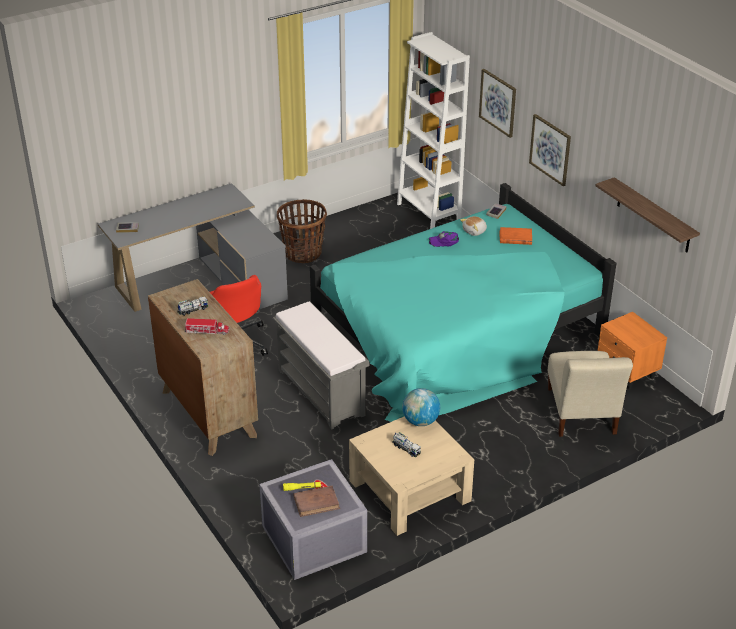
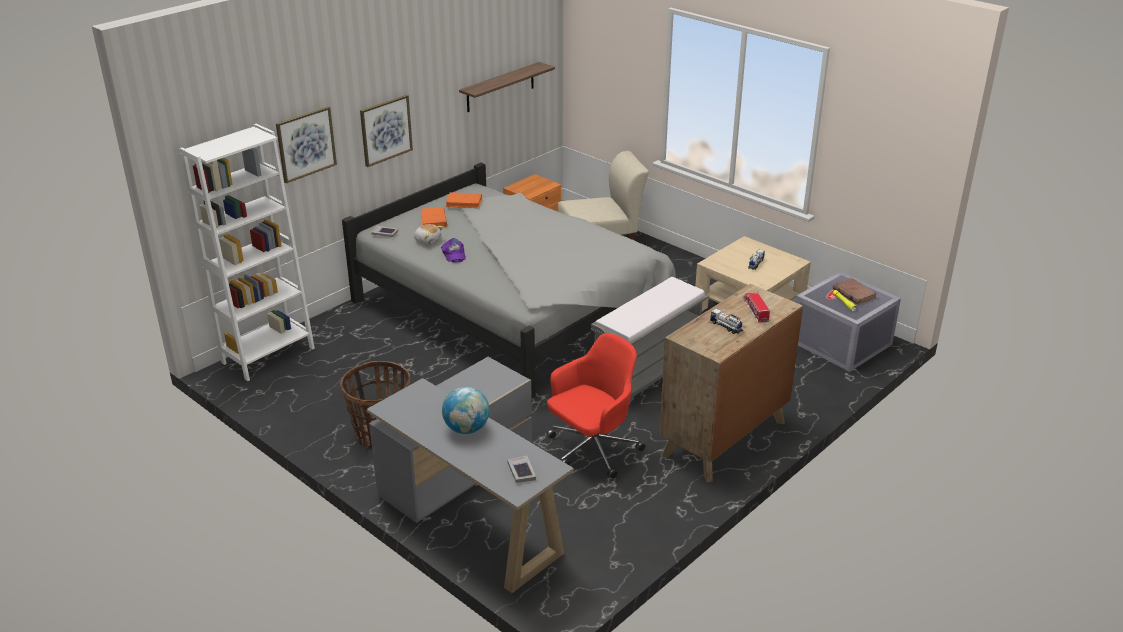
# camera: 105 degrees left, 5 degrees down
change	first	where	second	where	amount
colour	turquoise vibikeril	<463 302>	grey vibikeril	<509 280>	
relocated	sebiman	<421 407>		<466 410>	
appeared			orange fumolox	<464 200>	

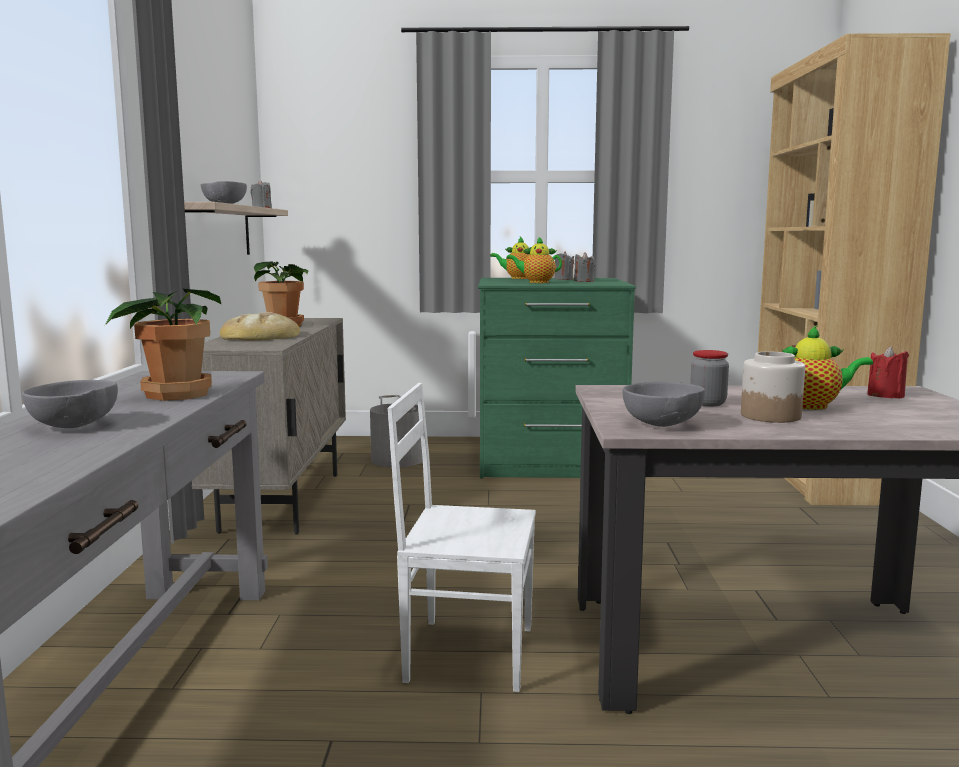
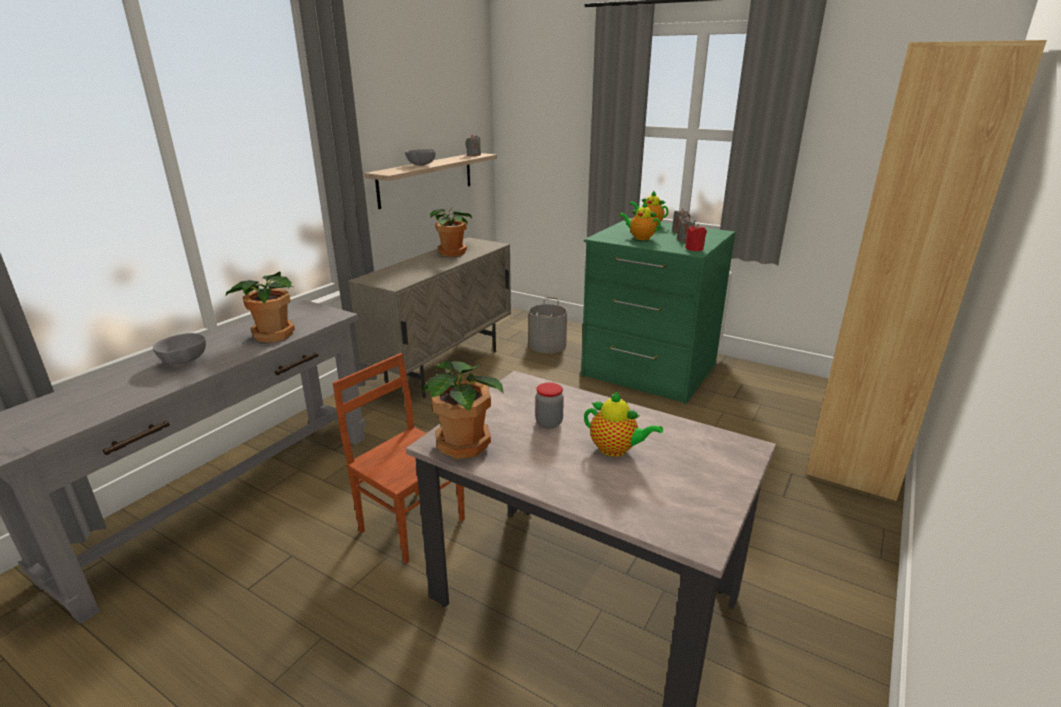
# camera: 30 degrees right, 15 degrees up
change	first	where	second	where	amount
colour	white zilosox	<462 537>	brown zilosox	<399 458>	
exchanged	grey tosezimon	<664 404>	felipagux	<463 409>	
relocated	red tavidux	<888 372>		<696 237>	
missing	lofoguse	<260 326>			
missing	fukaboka	<773 387>			

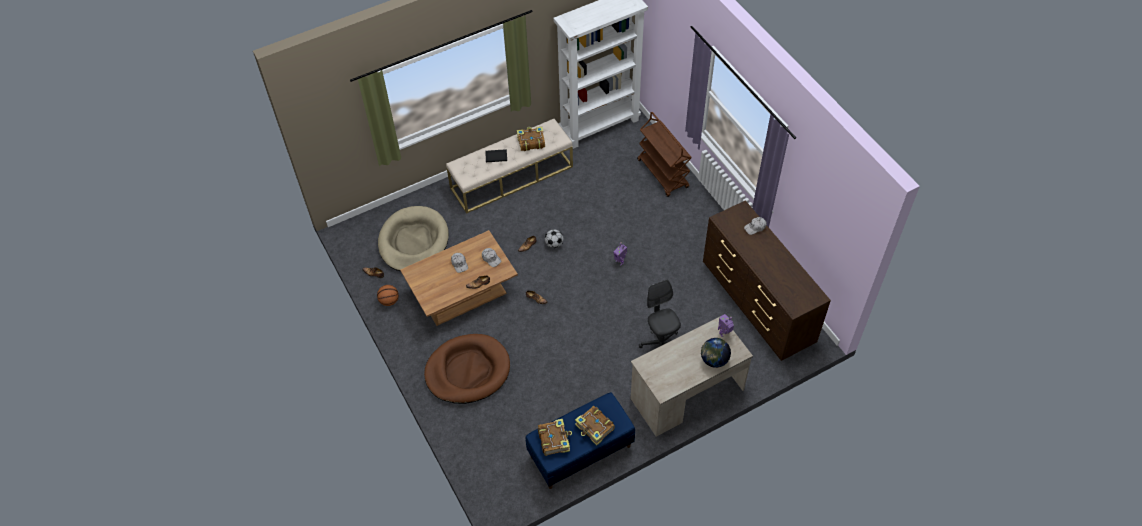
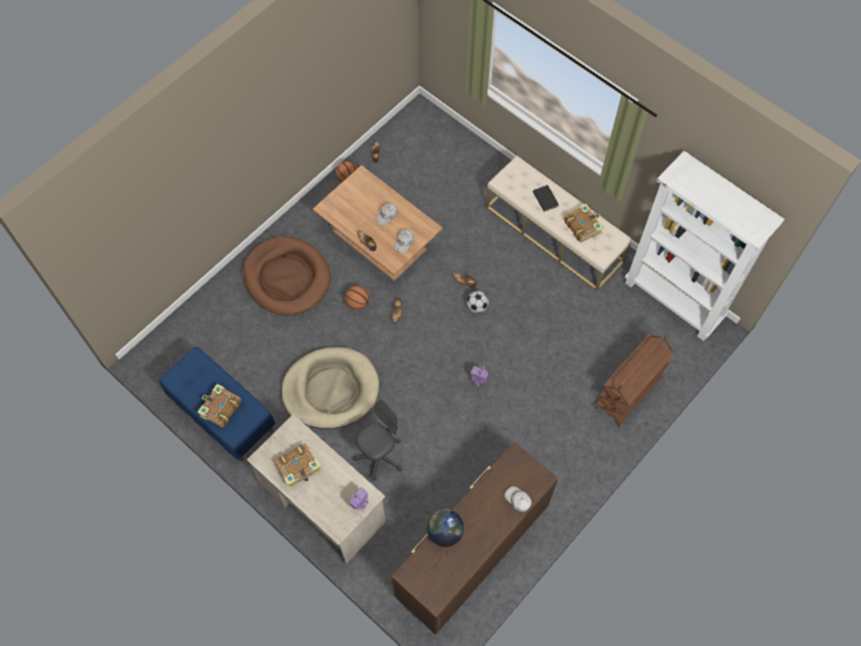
# camera: 70 degrees right, 10 degrees up
change	first	where	second	where	amount
relocated	fumolox	<555 437>		<298 466>	
relocated	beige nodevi	<413 239>		<330 388>	
appeared			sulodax	<357 298>	
relocated	sebiman	<716 353>		<445 528>	

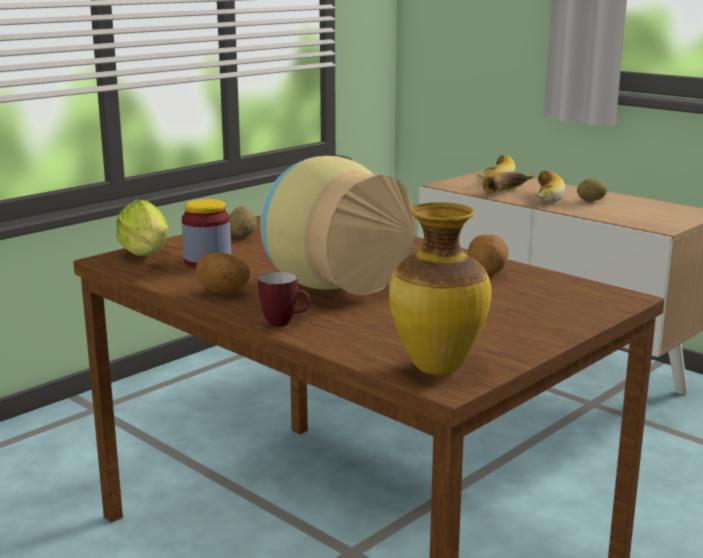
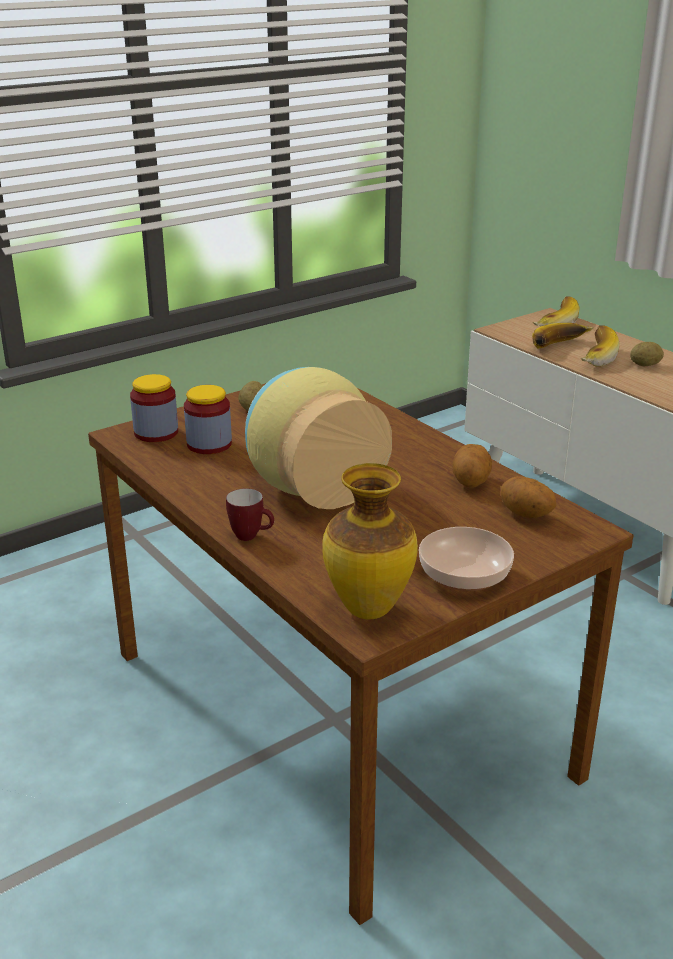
# camera: 10 degrees right, 10 degrees up
change	first	where	second	where	amount
exchanged	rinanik	<142 228>	fukaboka	<154 408>	
appeared			tosezimon	<466 559>	
relocated	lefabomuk	<223 273>		<529 497>	

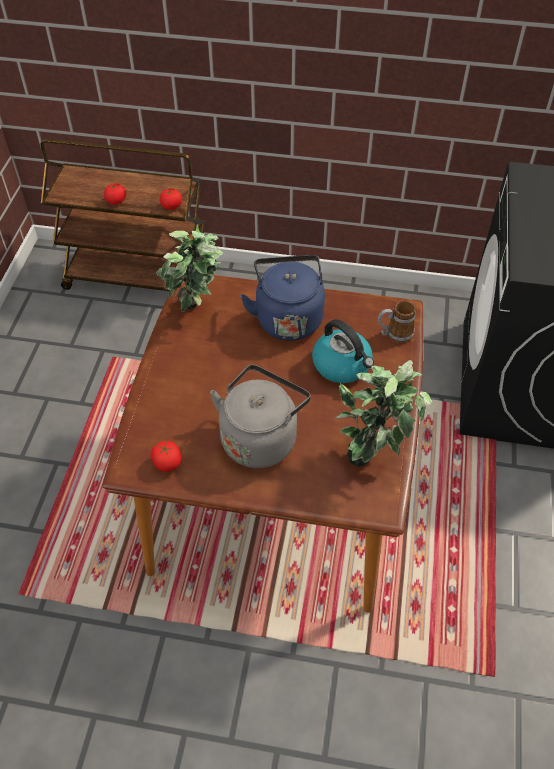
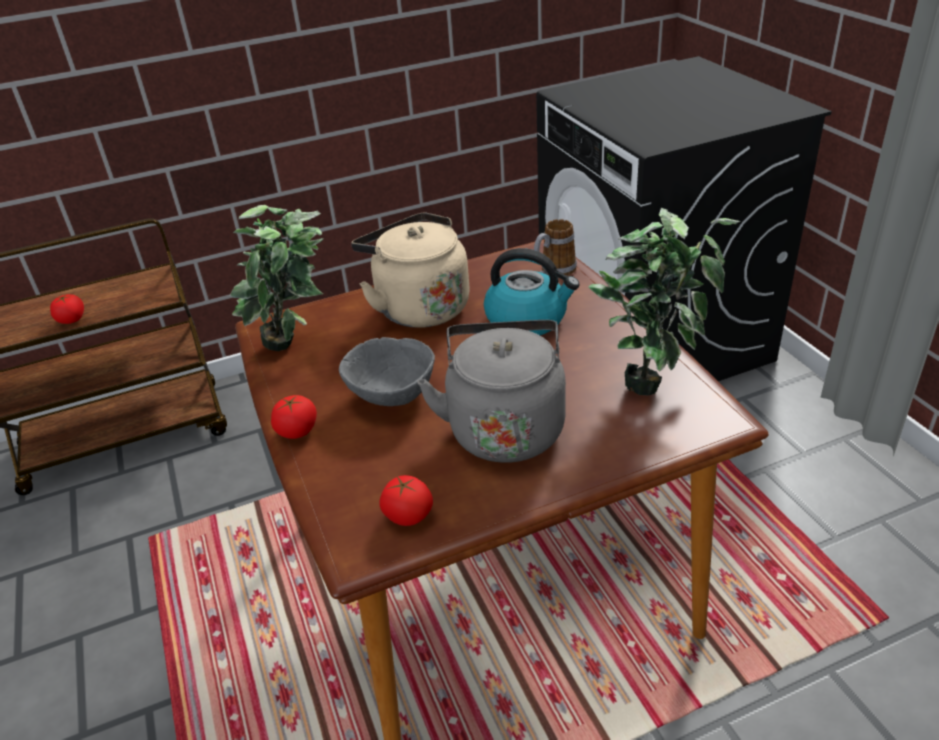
# camera: 30 degrees left, 15 degrees down
change	first	where	second	where	amount
relocated	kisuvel	<170 199>		<294 417>	
appeared			grey tosezimon	<387 371>	
colour	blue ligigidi	<282 298>	beige ligigidi	<410 270>	

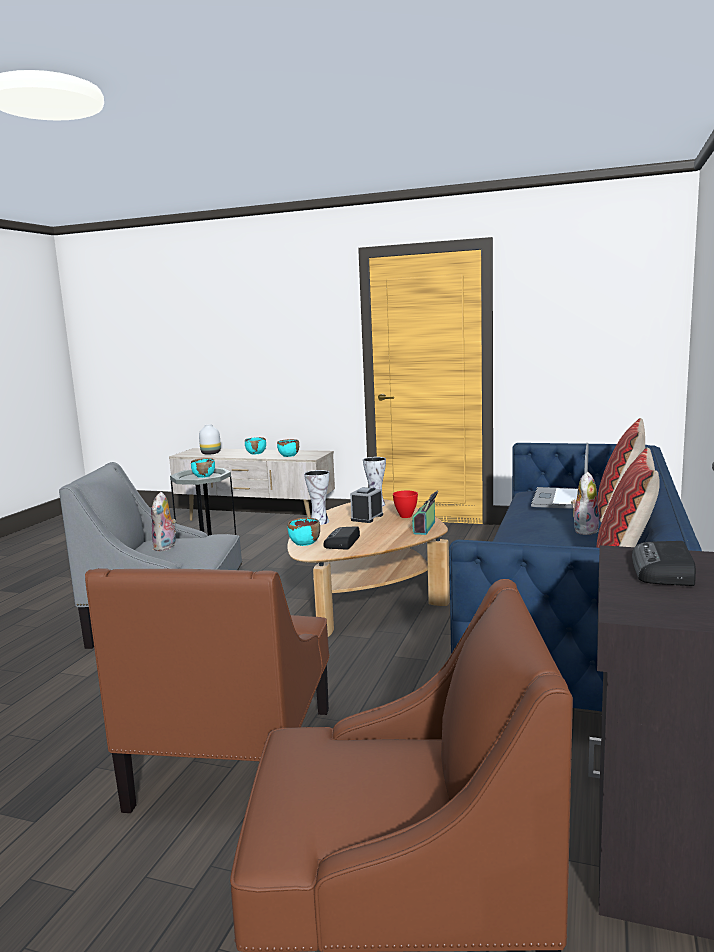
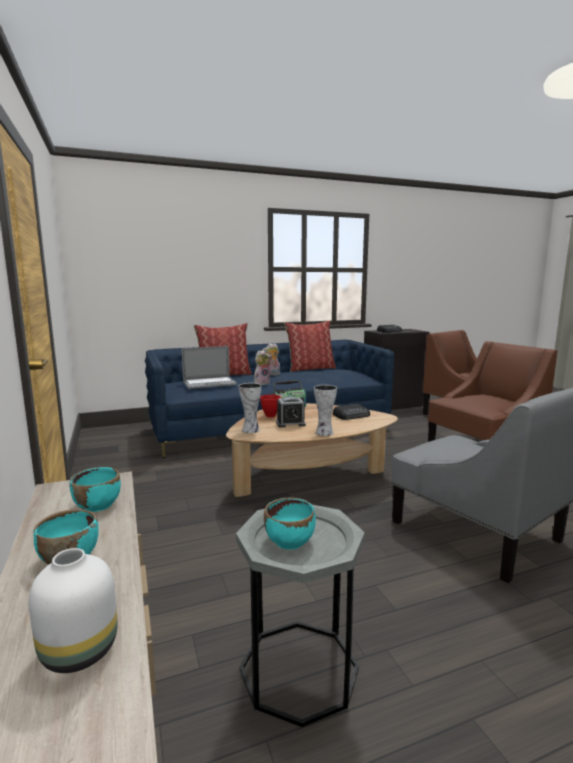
# camera: 130 degrees left, 0 degrees up
change	first	where	second	where	amount
relocated	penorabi	<163 521>		<263 367>	
missing	turquoise tosezimon	<304 532>			

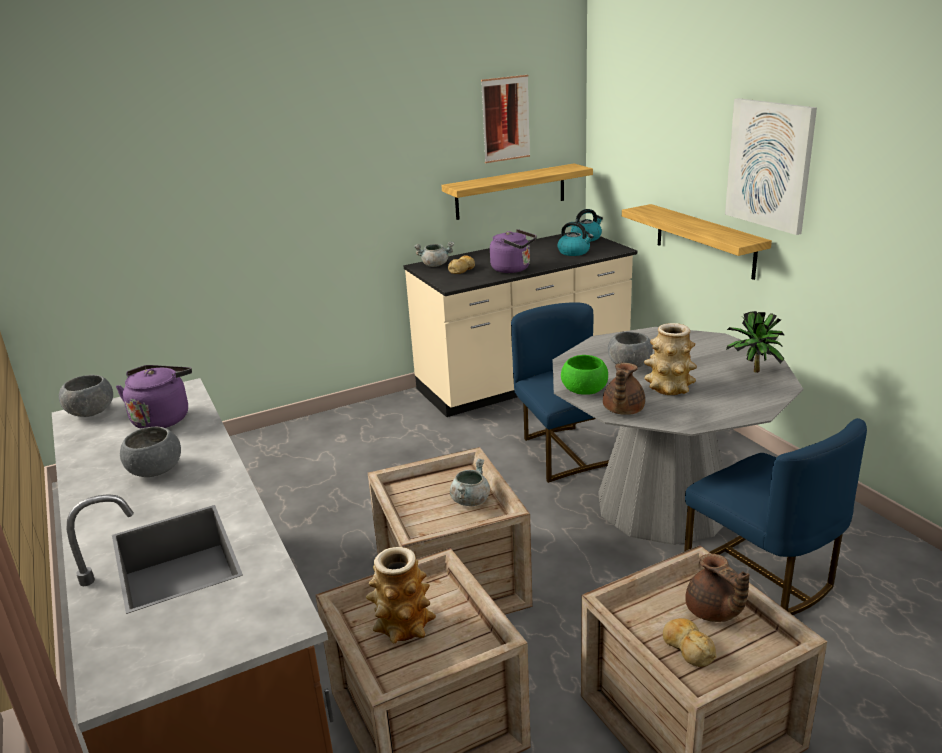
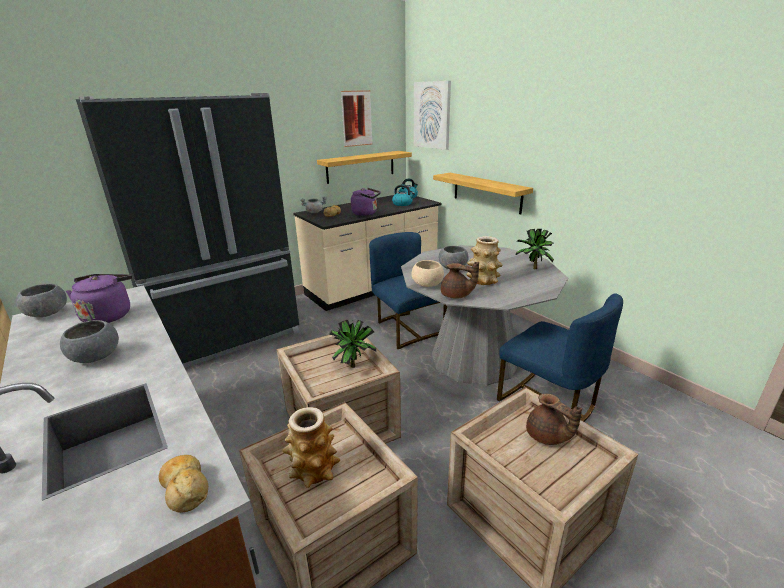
# camera: 10 degrees left, 0 degrees up
change	first	where	second	where	amount
appeared			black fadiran	<187 230>	
relocated	lofoguse	<689 642>		<183 484>	
exchanged	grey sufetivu	<470 482>	felipagux	<352 344>	
colour	green tosezimon	<584 375>	beige tosezimon	<427 273>	
relocated	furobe	<771 166>		<432 115>	
spun	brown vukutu	<624 389>		<460 280>	75 degrees counterclockwise

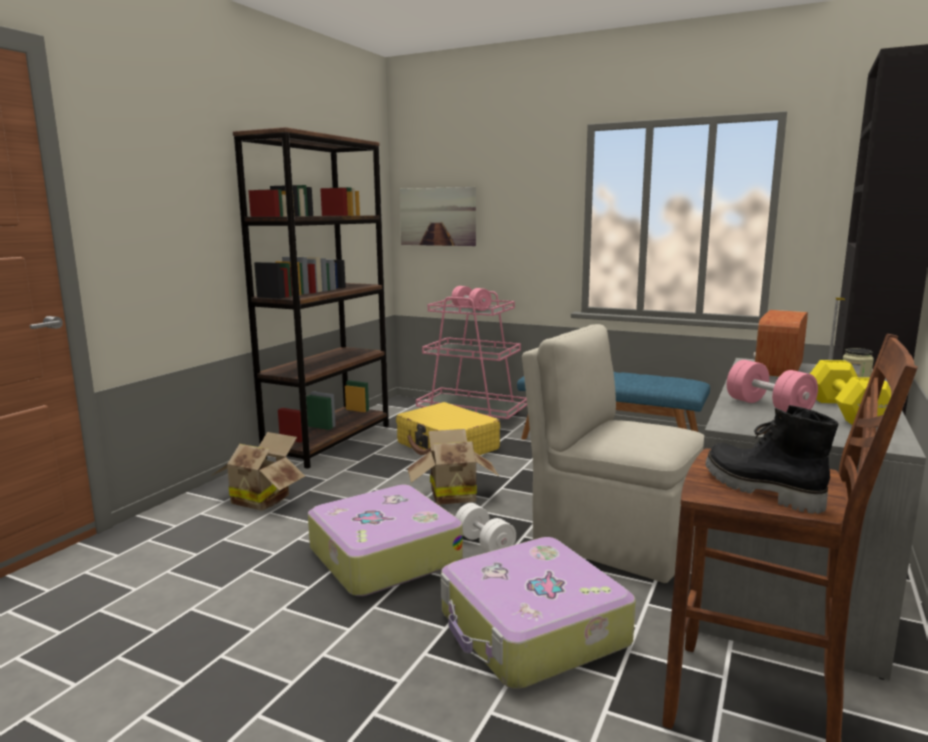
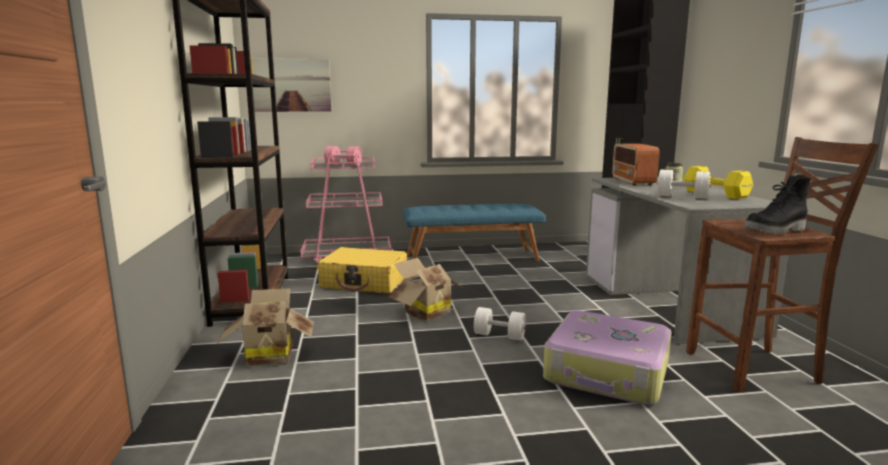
# camera: 35 degrees left, 0 degrees up
change	first	where	second	where	amount
colour	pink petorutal	<772 386>	white petorutal	<684 184>	
spun	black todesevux	<771 459>		<777 204>	45 degrees counterclockwise
missing	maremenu	<385 540>			
missing	beige zilosox	<613 453>			

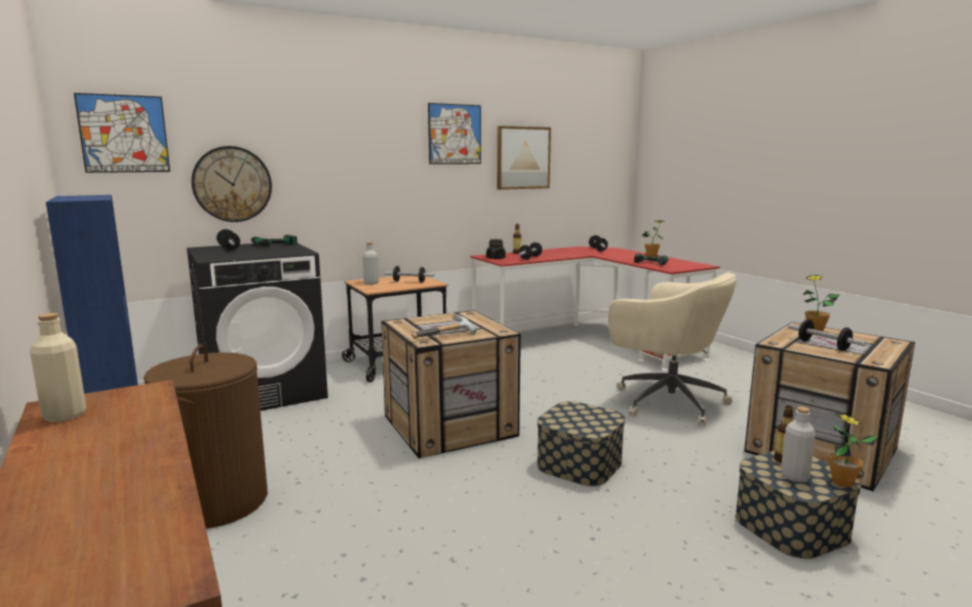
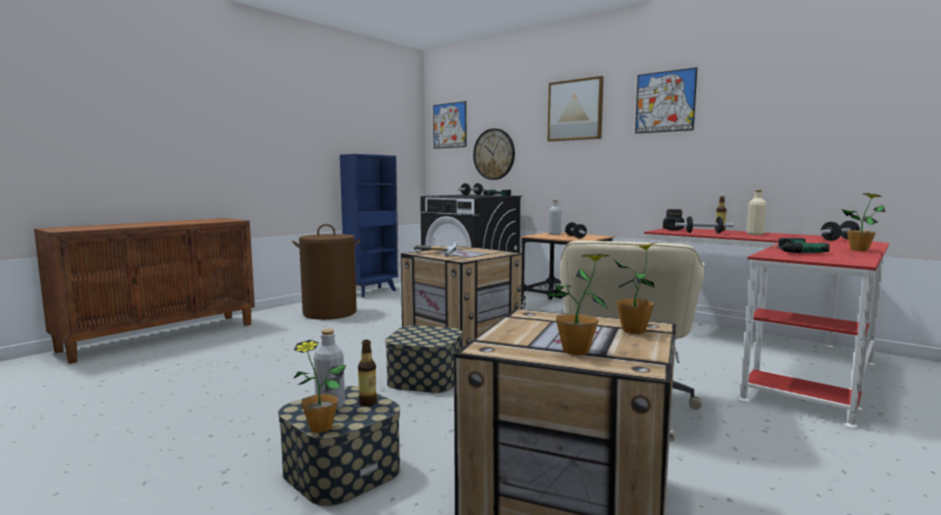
# camera: 70 degrees right, 5 degrees down
change	first	where	second	where	amount
appeared			felipagux	<578 305>	
relocated	furobe	<524 158>		<576 108>	
relocated	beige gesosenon	<58 367>		<756 212>	
missing	petorutal	<827 335>			

